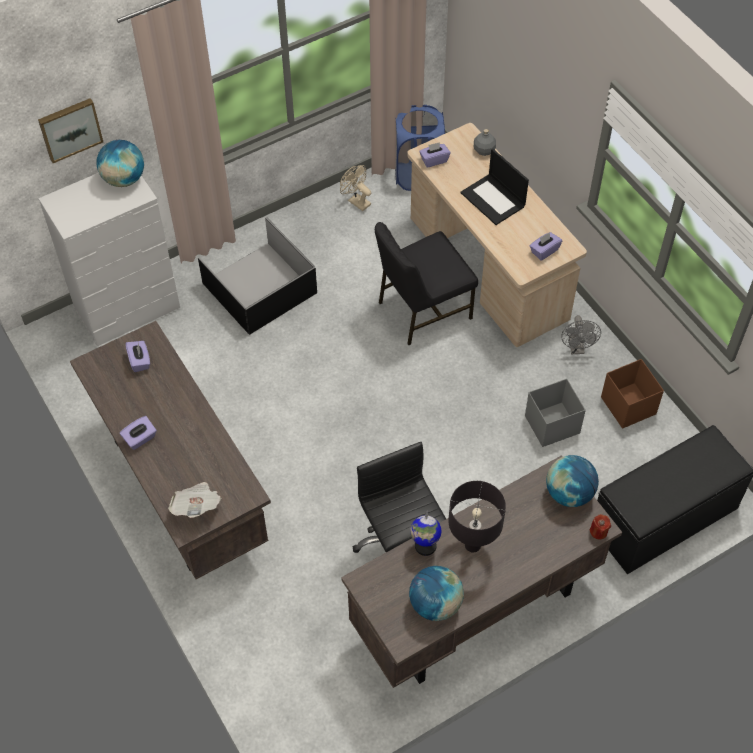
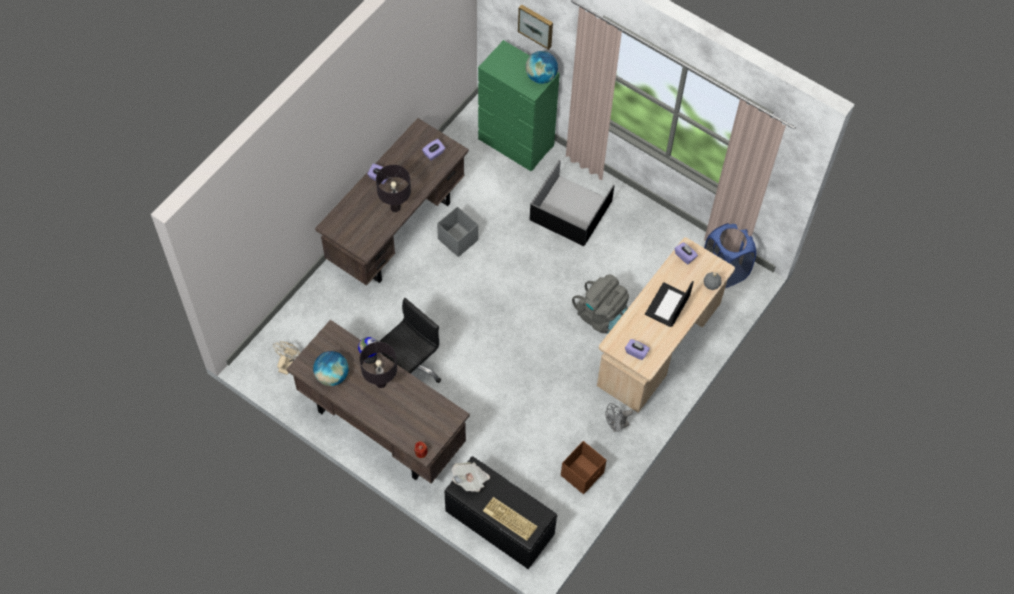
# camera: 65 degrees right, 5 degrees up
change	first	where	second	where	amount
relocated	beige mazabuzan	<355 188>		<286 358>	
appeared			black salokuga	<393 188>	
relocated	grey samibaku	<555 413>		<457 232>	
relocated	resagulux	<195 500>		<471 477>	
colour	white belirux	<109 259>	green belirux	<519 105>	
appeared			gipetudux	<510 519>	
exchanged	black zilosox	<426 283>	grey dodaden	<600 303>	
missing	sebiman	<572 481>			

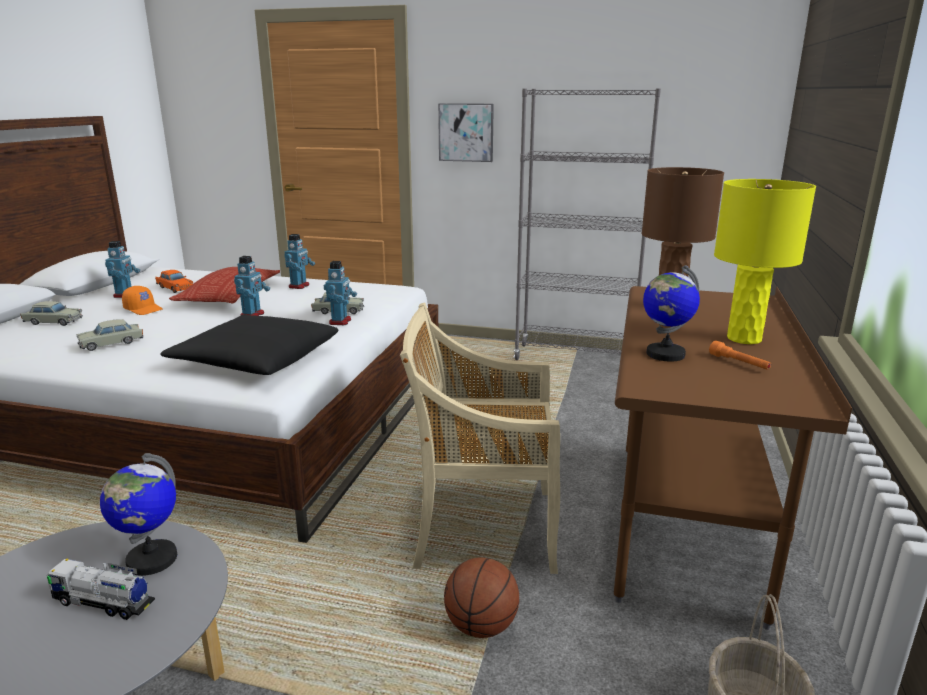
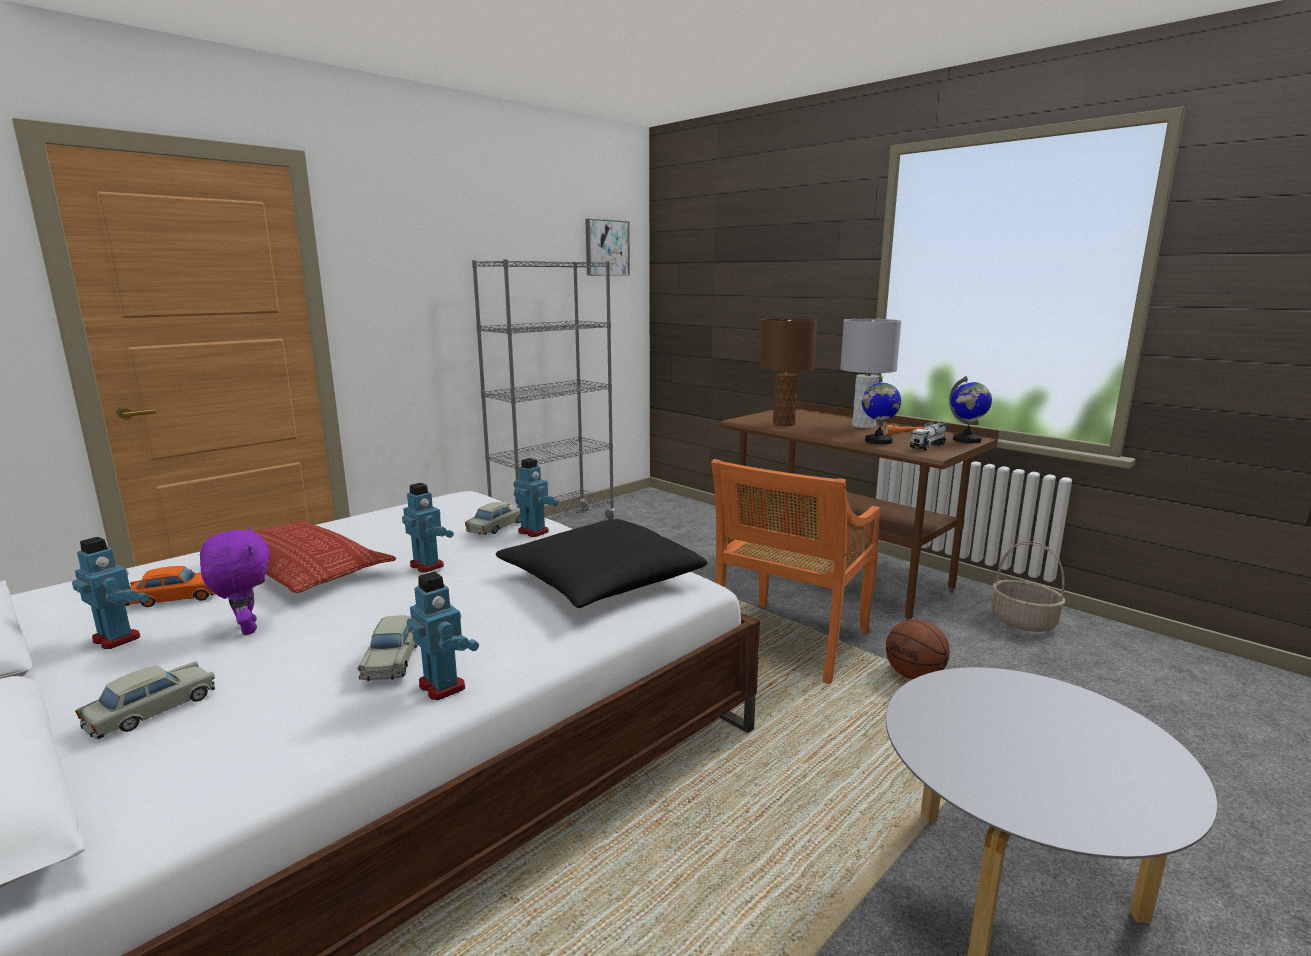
# camera: 60 degrees left, 5 degrees down
change	first	where	second	where	amount
exchanged	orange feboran	<142 300>	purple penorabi	<235 581>	
relocated	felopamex	<299 261>		<443 636>	
relocated	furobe	<466 132>		<608 247>	
colour	beige zilosox	<480 438>	orange zilosox	<795 571>	
colour	yellow salokuga	<765 261>	grey salokuga	<871 373>	
relocated	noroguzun	<101 589>		<928 436>	
relocated	sebiman	<138 514>		<970 409>	

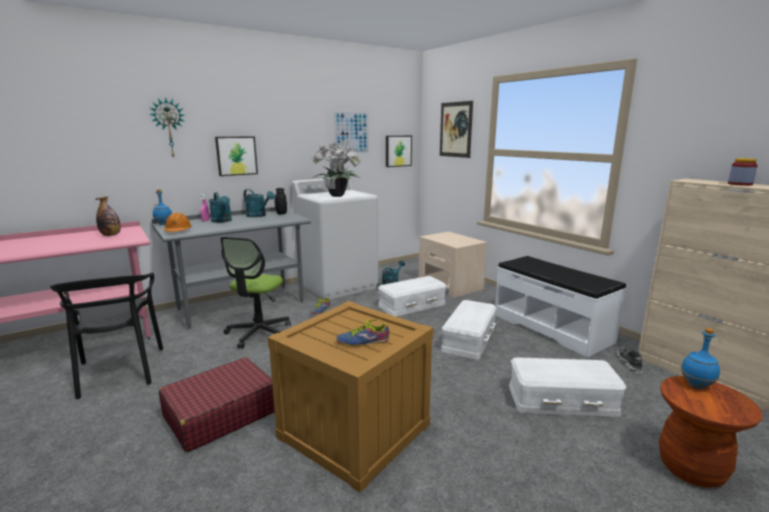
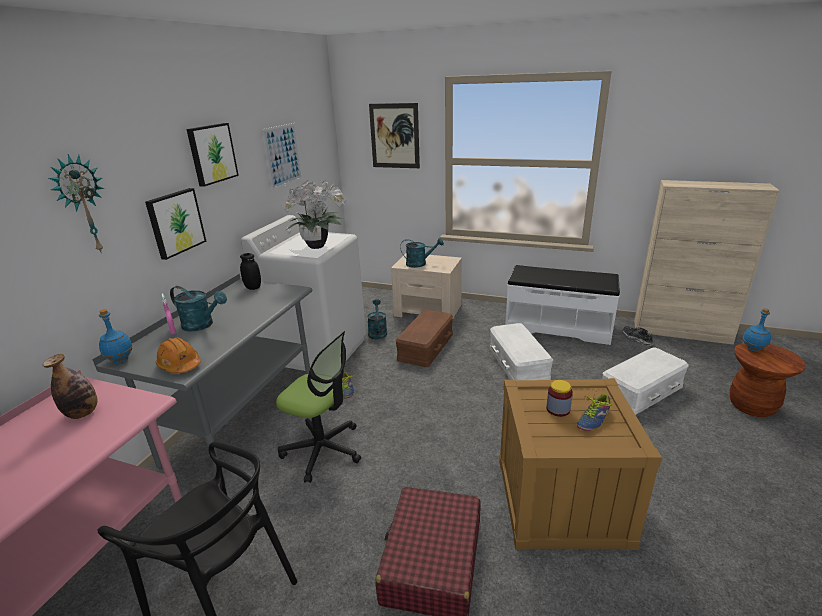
# camera: 35 degrees left, 10 degrees up
change	first	where	second	where	amount
relocated	furobe	<399 151>		<212 155>	
spun	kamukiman	<255 293>		<318 407>	45 degrees counterclockwise
colour	white samibaku	<412 296>	brown samibaku	<424 338>	
relocated	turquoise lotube	<259 203>		<422 253>	
relocated	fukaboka	<743 172>		<559 398>	

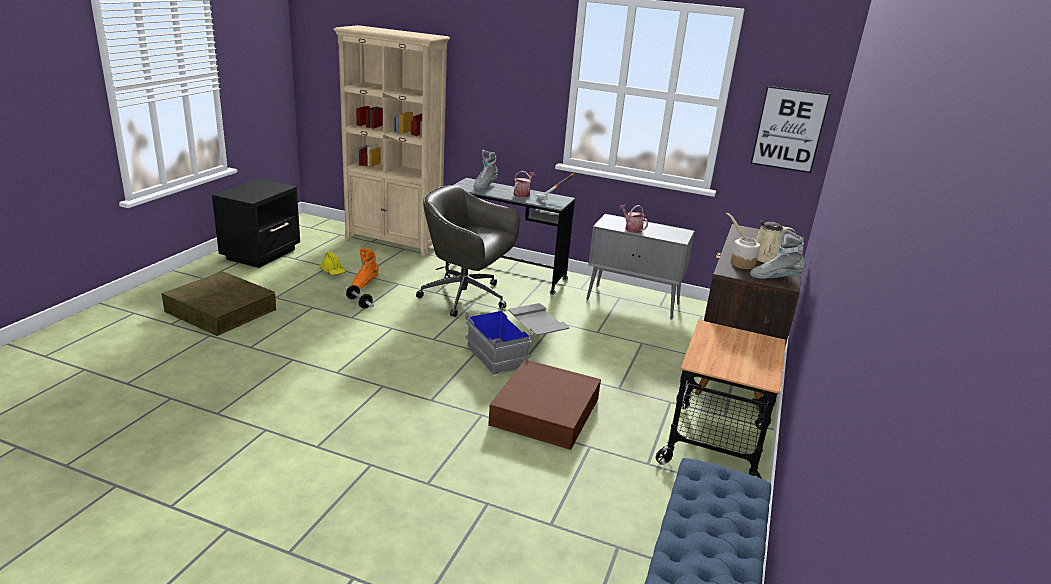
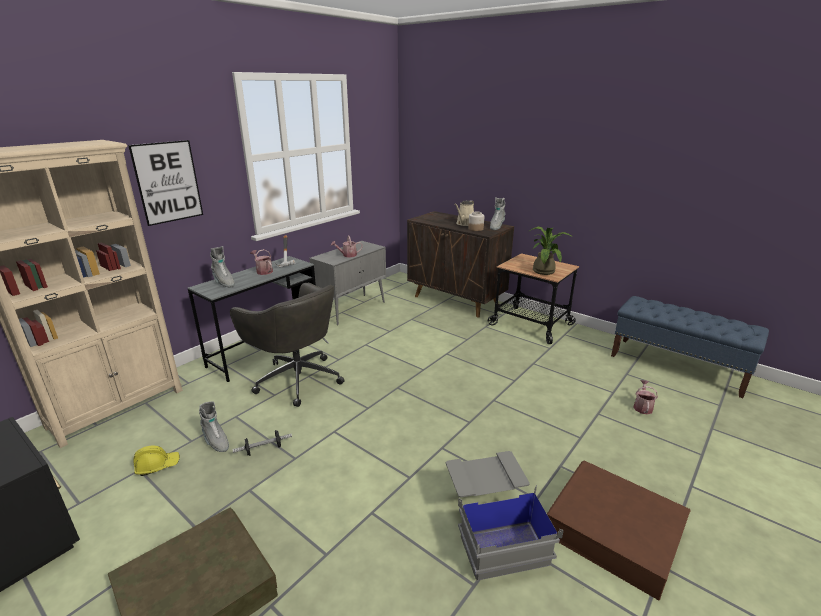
# camera: 70 degrees left, 0 degrees up
change	first	where	second	where	amount
relocated	furobe	<791 129>		<165 183>	
colour	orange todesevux	<365 268>	grey todesevux	<214 426>	
spun	grey kamukiman	<468 251>		<287 345>	90 degrees counterclockwise
relocated	grey samibaku	<517 339>		<505 516>	
appeared			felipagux	<551 251>	
relocated	brown samibaku	<544 404>		<619 530>	
appeared			lotube	<645 397>	

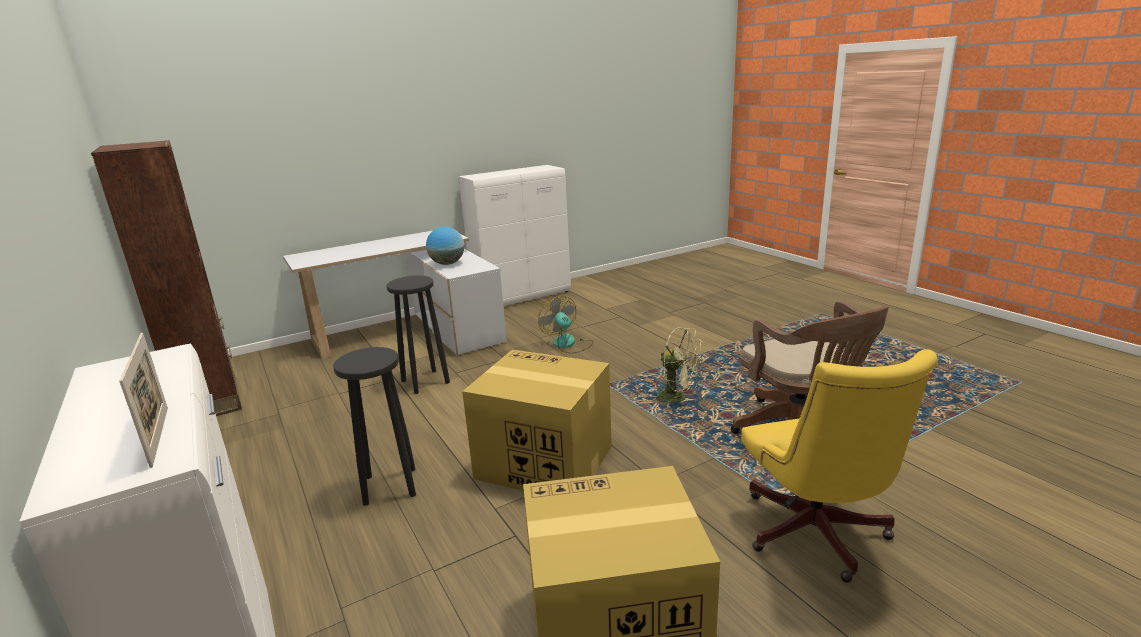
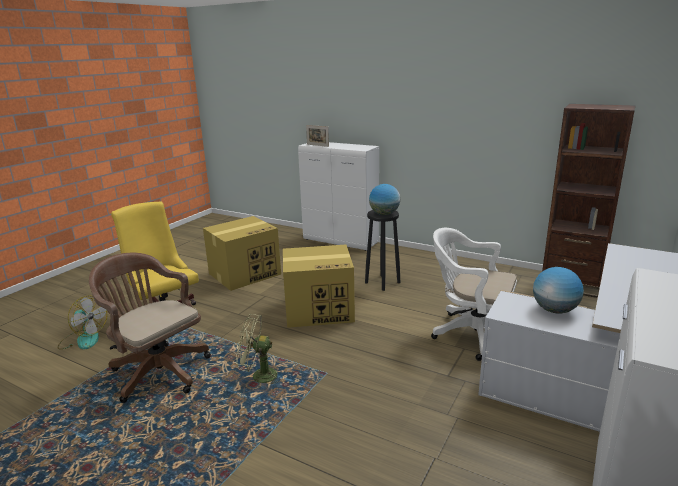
# camera: 150 degrees right, 0 degrees up
change	first	where	second	where	amount
relocated	mazabuzan	<565 325>		<82 323>	
appeared			sebiman	<384 199>	
exchanged	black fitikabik	<418 334>	white kamukiman	<474 294>	

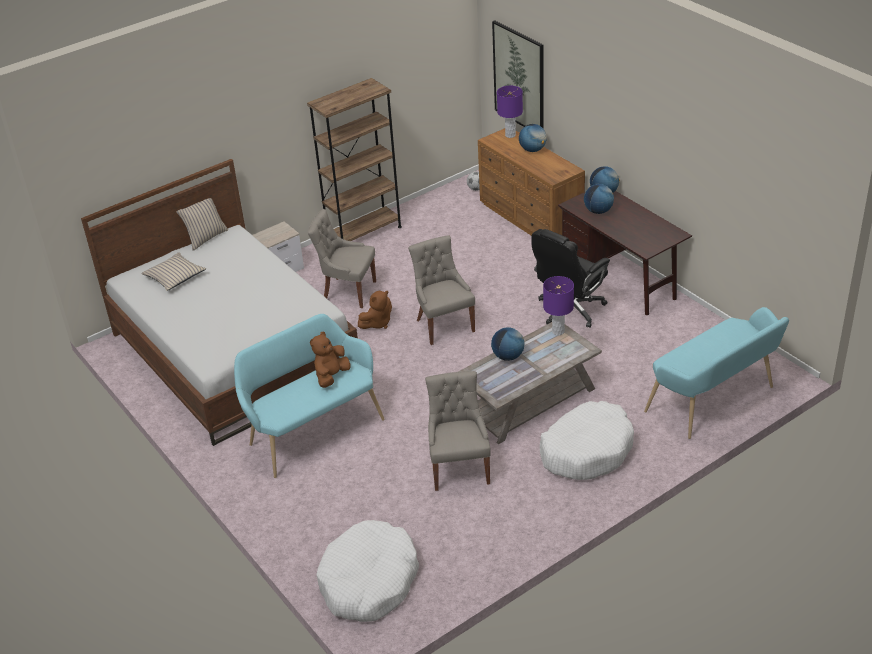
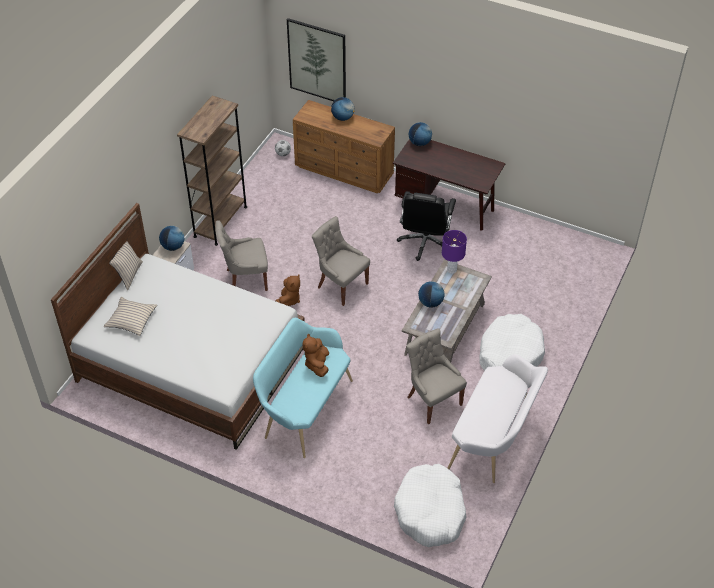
# camera: 30 degrees left, 10 degrees up
change	first	where	second	where	amount
relocated	sebiman	<599 199>		<171 238>	
appeared			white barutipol	<497 418>	
missing	purple salokuga	<510 112>			
missing	turquoise barutipol	<716 373>			

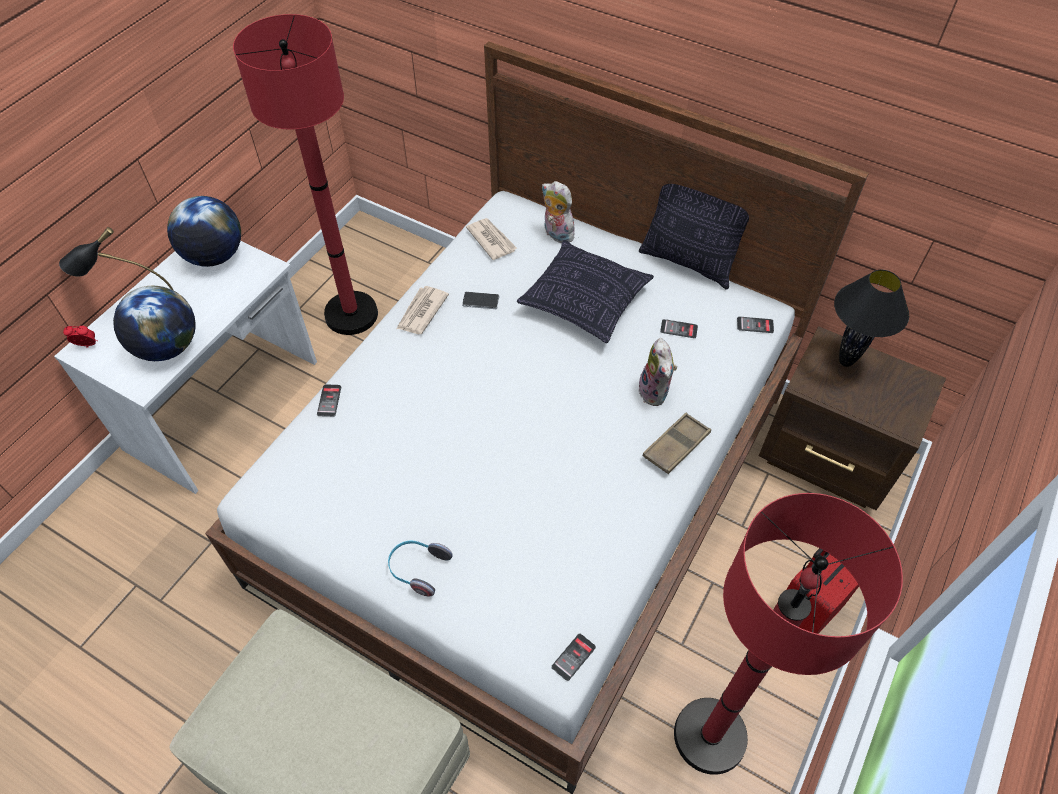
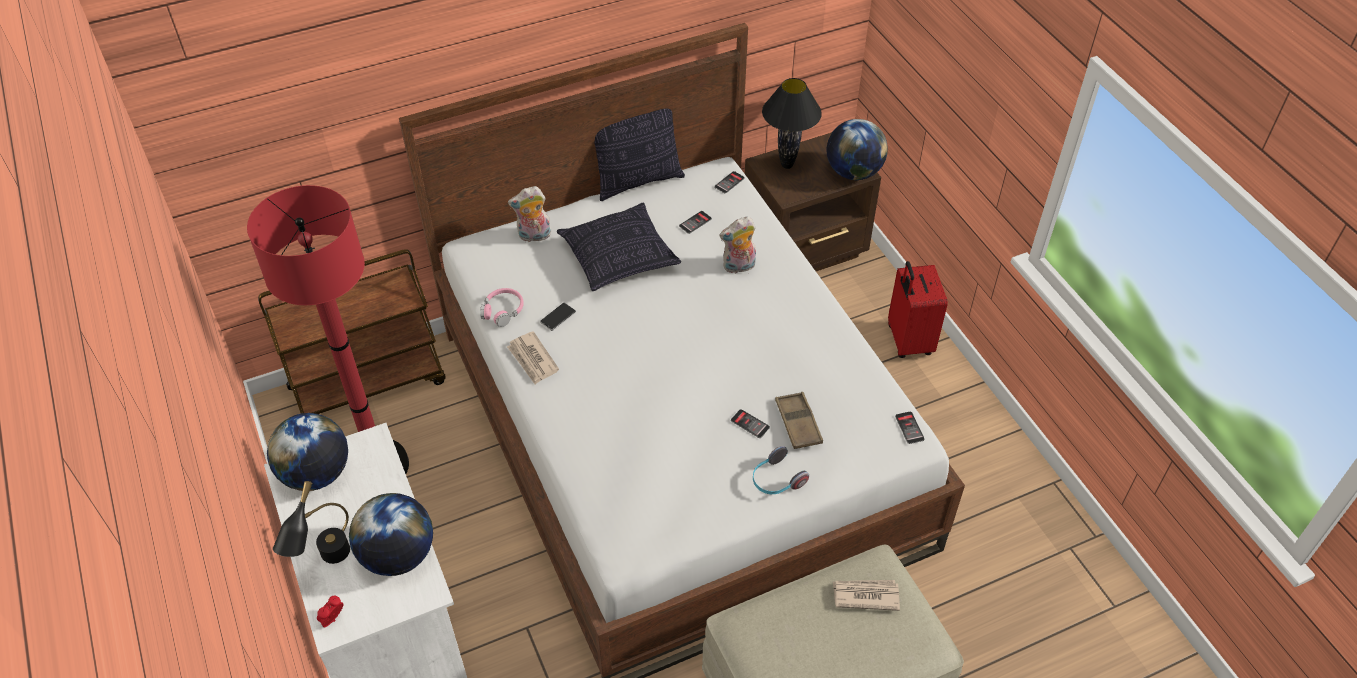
# camera: 55 degrees left, 5 degrees down
change	first	where	second	where	amount
appeared			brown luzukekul	<352 331>	
appeared			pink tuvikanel	<502 307>	
spun	penorabi	<658 372>		<737 245>	135 degrees clockwise
relocated	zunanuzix	<329 400>		<750 423>	
relocated	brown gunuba	<677 443>		<799 420>	
appeared			sebiman	<857 149>	
relocated	resagulux	<491 239>		<866 595>	
missing	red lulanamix	<788 634>			

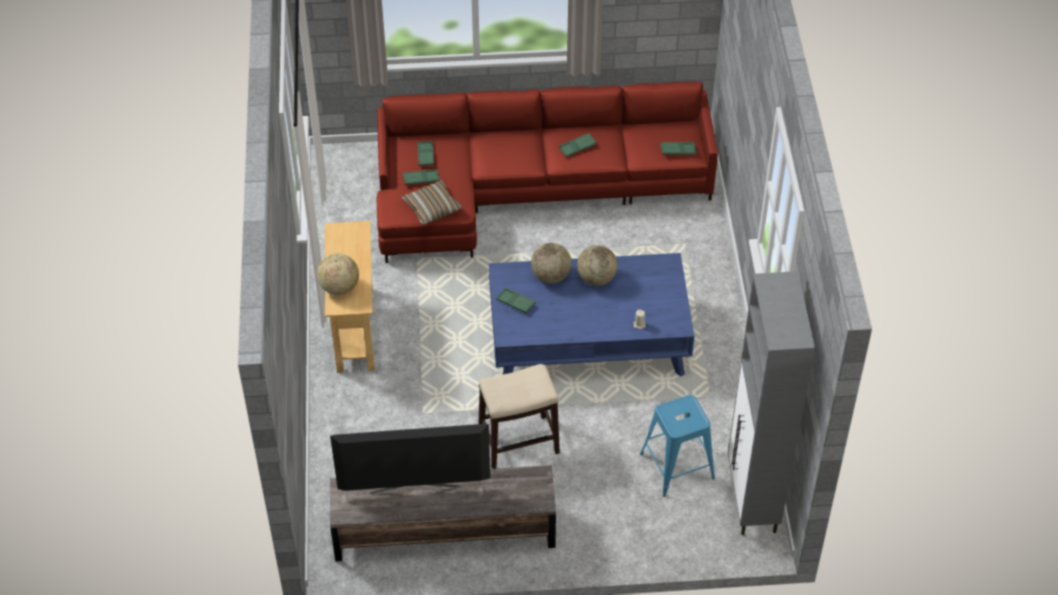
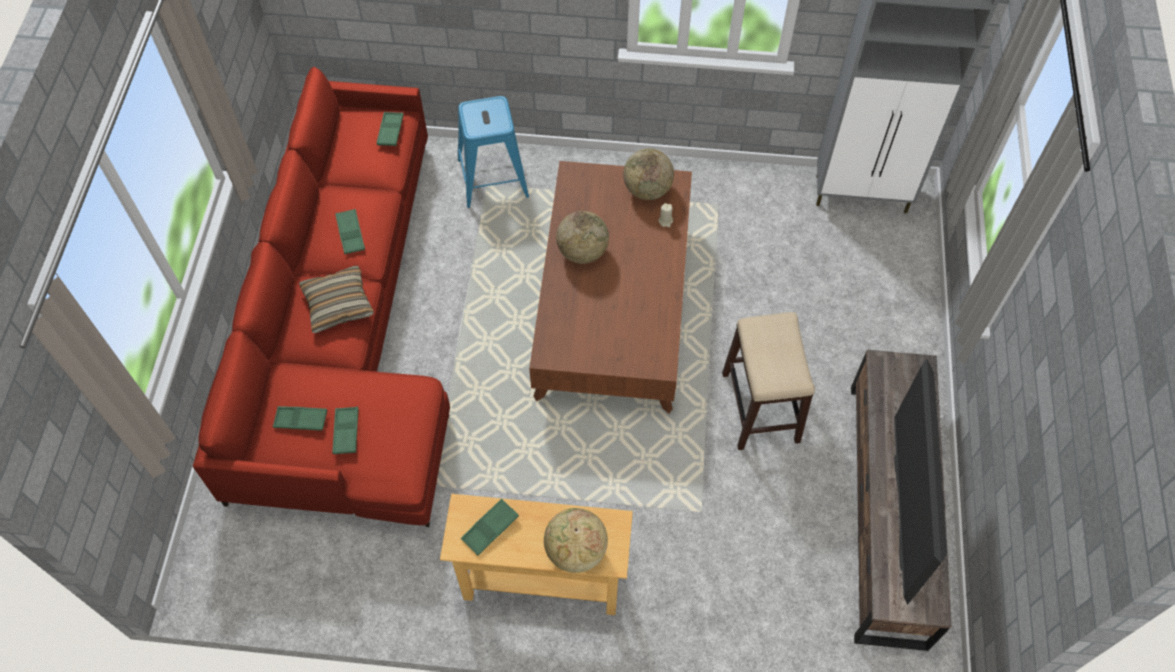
# camera: 80 degrees left, 10 degrees up
change	first	where	second	where	amount
relocated	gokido	<432 202>		<336 299>	
relocated	blue fitikabik	<677 446>		<493 152>	
relocated	green gunuba	<516 300>		<490 527>	
colour	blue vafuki	<591 315>	brown vafuki	<610 287>	
relocated	sebiman	<551 263>		<648 174>	

